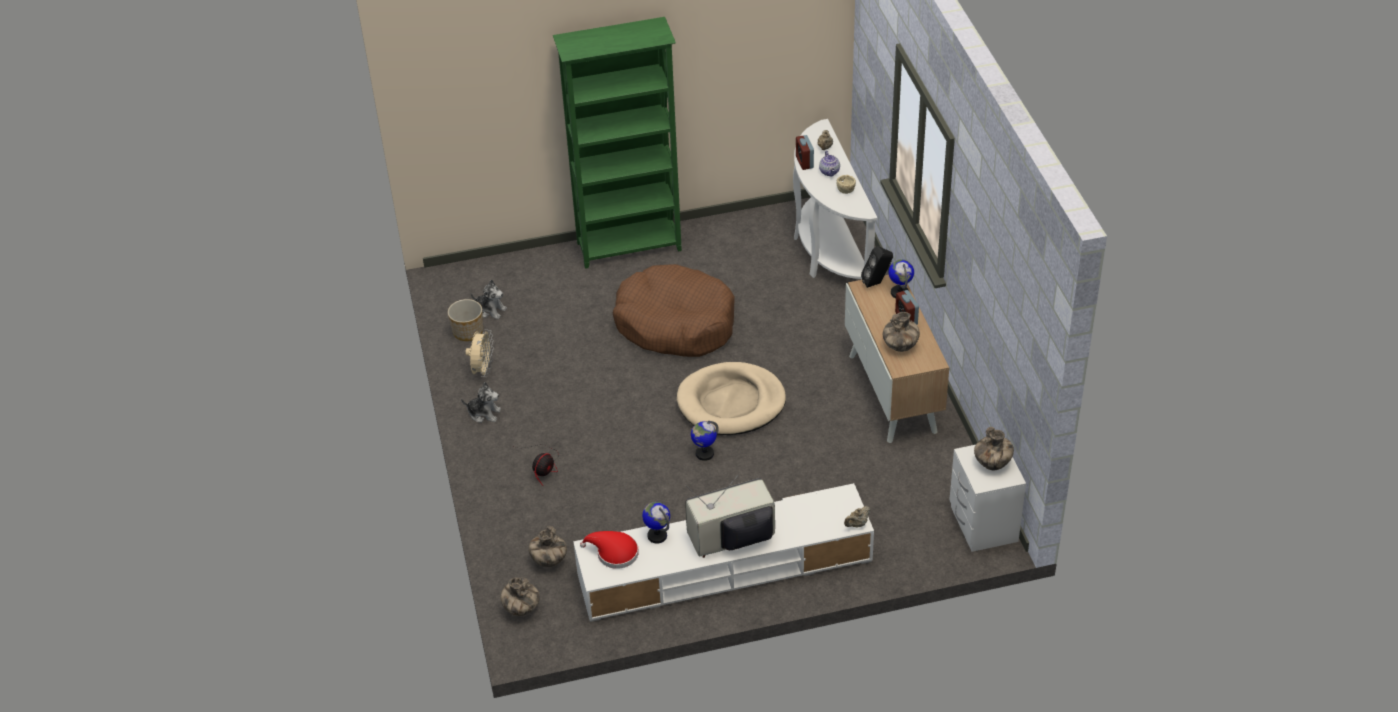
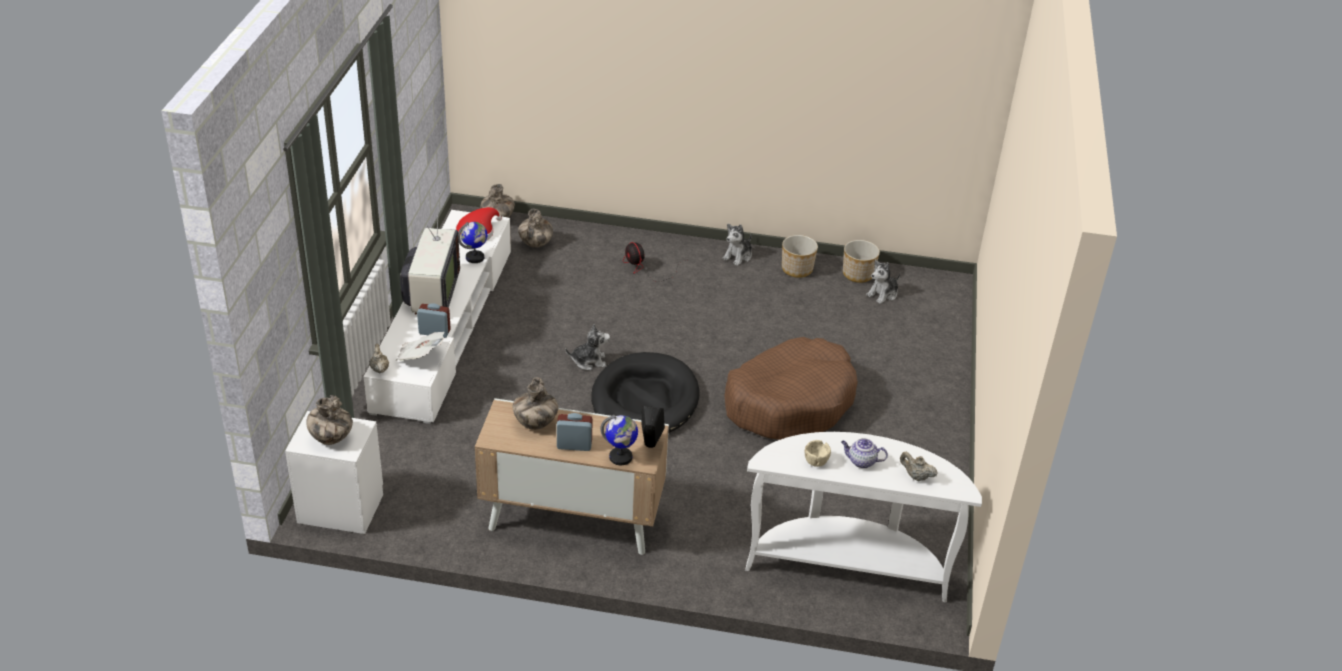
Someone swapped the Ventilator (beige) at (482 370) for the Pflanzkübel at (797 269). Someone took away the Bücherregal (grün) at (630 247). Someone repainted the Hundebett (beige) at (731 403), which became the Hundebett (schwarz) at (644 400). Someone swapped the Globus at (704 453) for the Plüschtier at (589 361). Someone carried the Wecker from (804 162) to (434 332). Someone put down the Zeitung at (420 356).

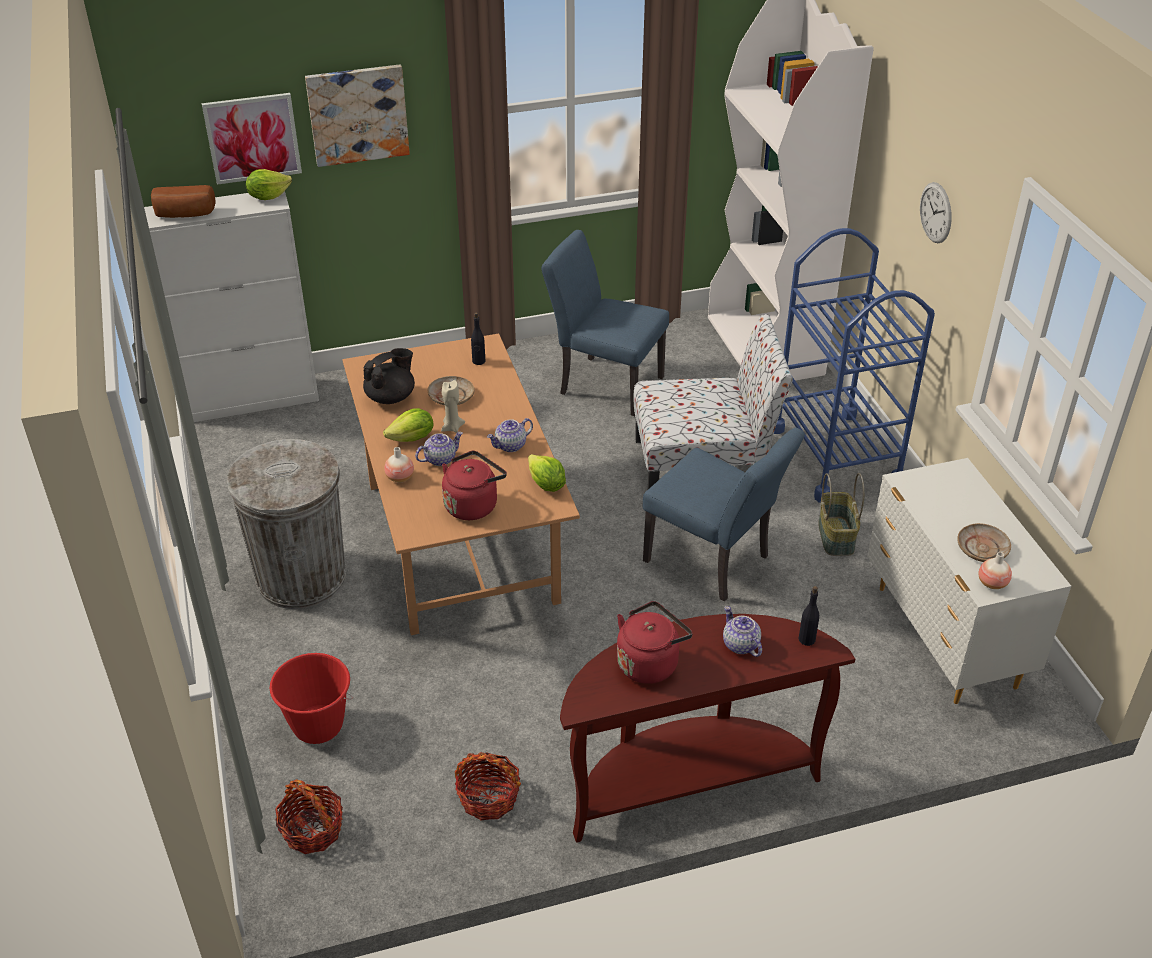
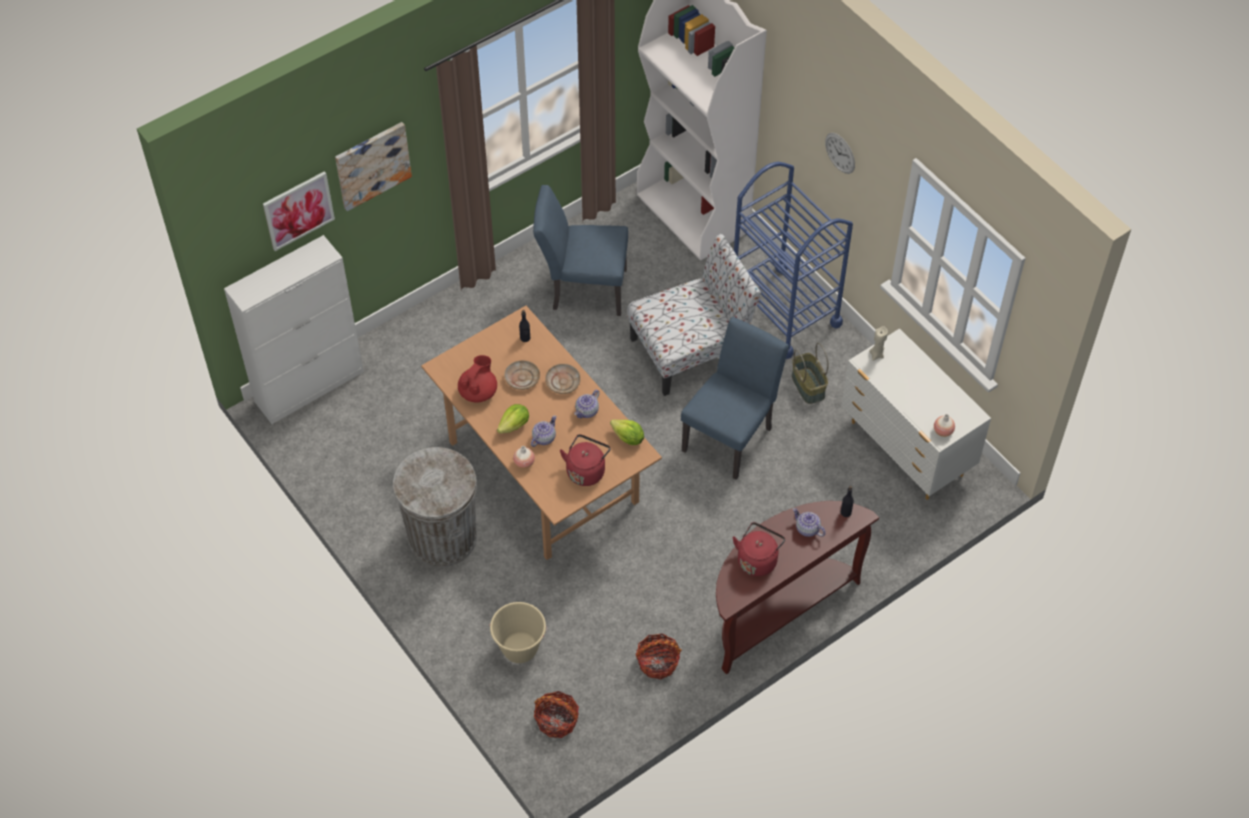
Someone took away the Brot at (184 214). Someone took away the Salatkopf at (268 196). Someone repainted the Eimer (rot) at (317 726), which became the Eimer (beige) at (519 648). Someone repainted the Teekanne (schwarz) at (391 397), which became the Teekanne (rot) at (478 391). Someone carried the Kerze (beige) from (452 427) to (876 354). Someone rotated the Stuhl (blau) at (714 563) by 75 degrees counterclockwise. Someone carried the Teller (beige) from (982 549) to (563 382).

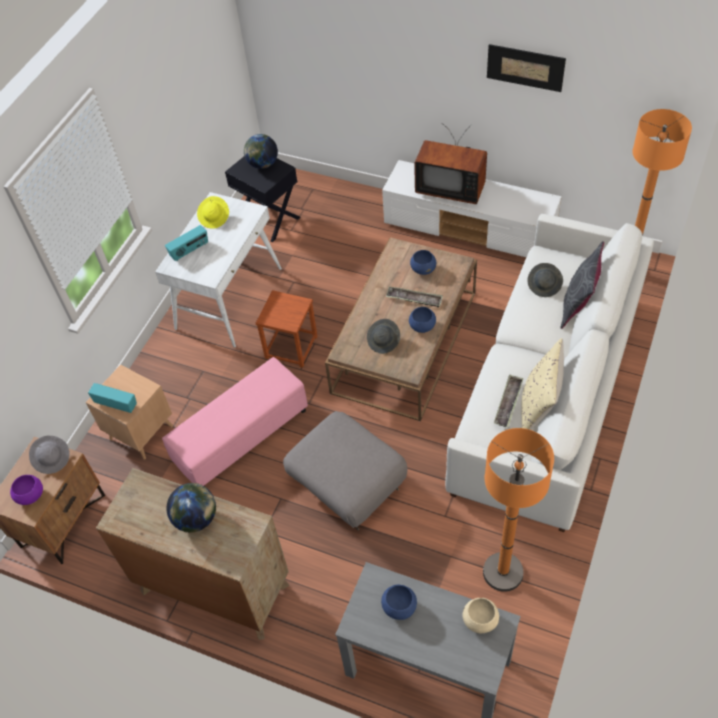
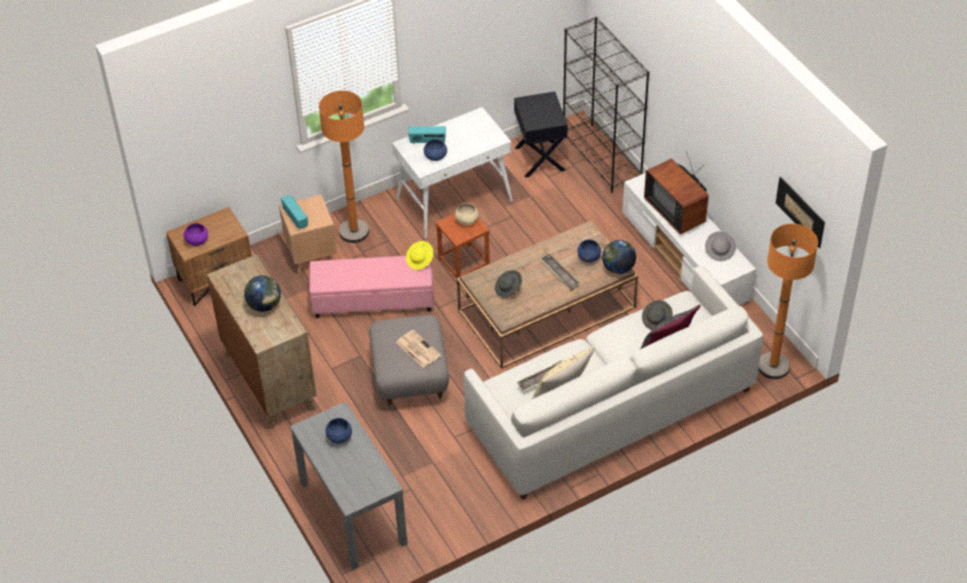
Someone carried the Hut (grau) from (52 459) to (720 251). Someone carried the Hut (gelb) from (214 218) to (420 260). Someone carried the Globus from (263 164) to (618 268). Someone carried the Schüssel (blau) from (422 326) to (435 156). Someone carried the Schüssel (beige) from (480 621) to (466 221). Someone carried the Stehlampe (orange) from (503 572) to (354 232). Someone carried the Bild from (525 67) to (800 212). Someone put down the Zeitung at (417 349). Someone put down the Bücherregal (schwarz) at (602 158).

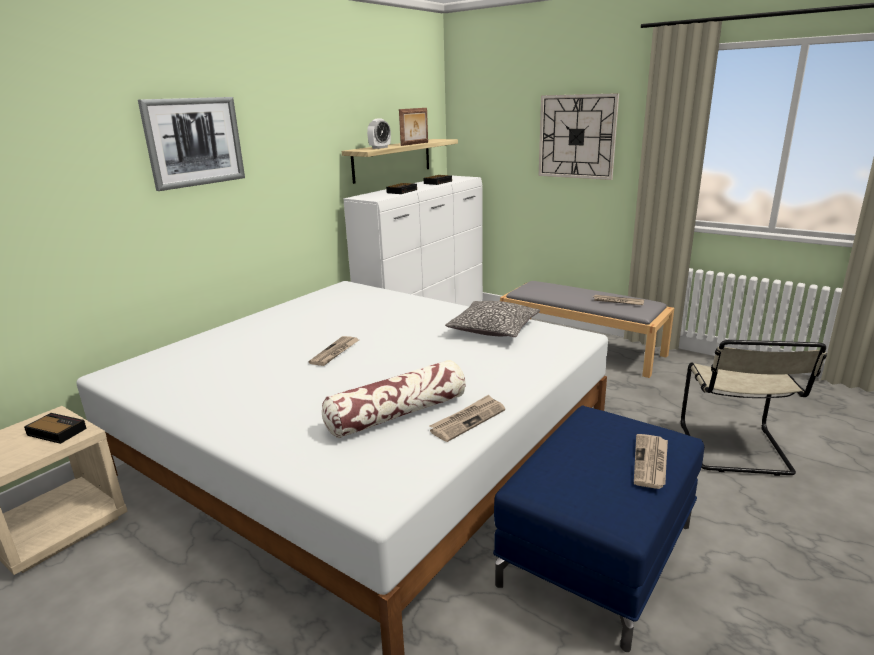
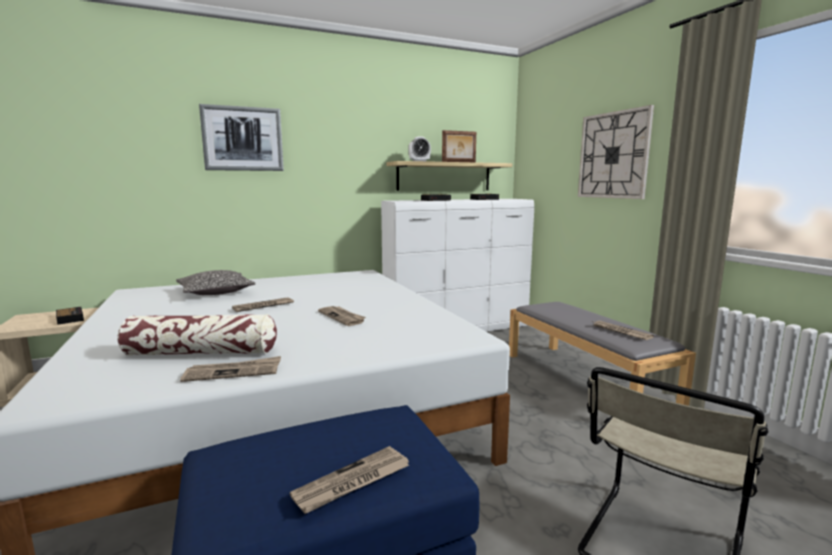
Someone carried the Kissen from (493 329) to (215 292). Someone put down the Zeitung at (342 317).

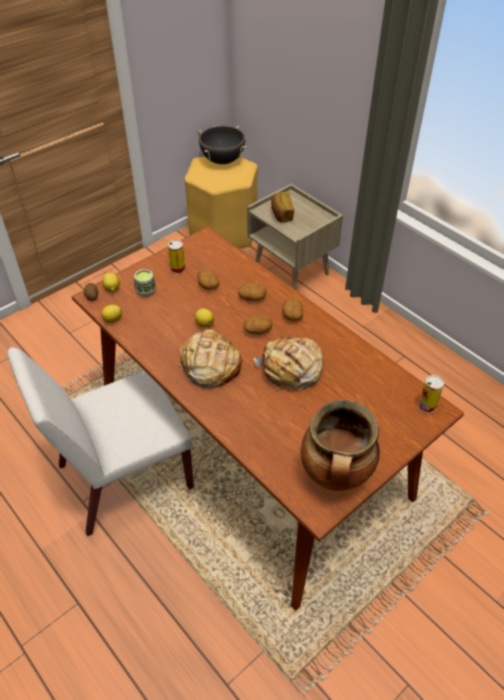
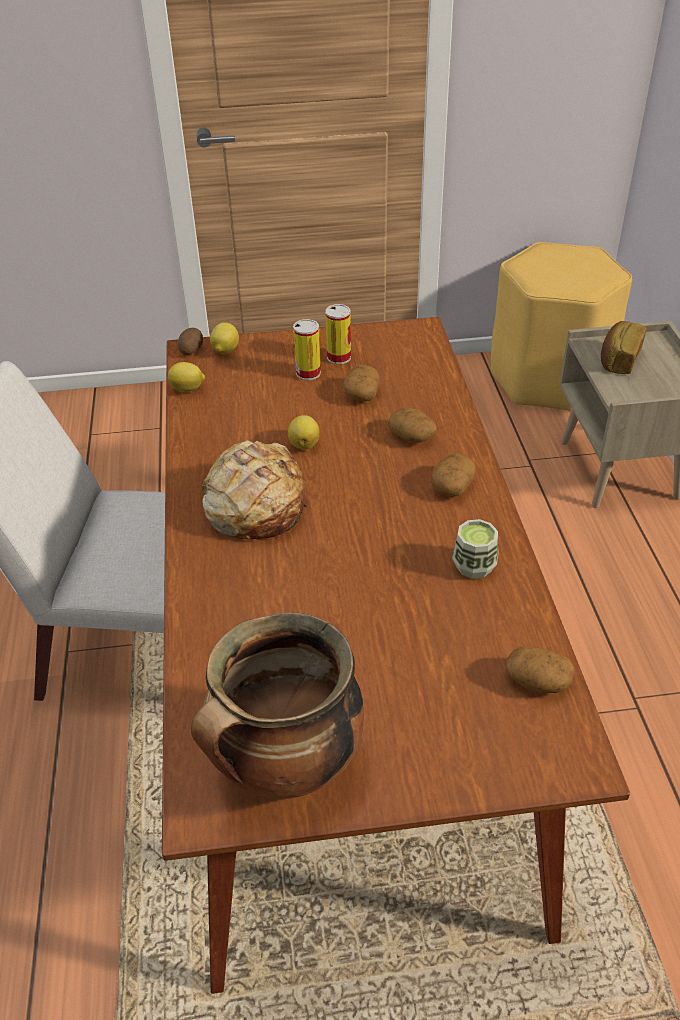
Someone carried the Tasse from (146 291) to (474 566). Someone took away the Kochtopf (schwarz) at (223 161). Someone carried the Kartoffel from (257 330) to (537 681). Someone took away the Brot at (291 370). Someone carried the Dose from (427 406) to (308 373).

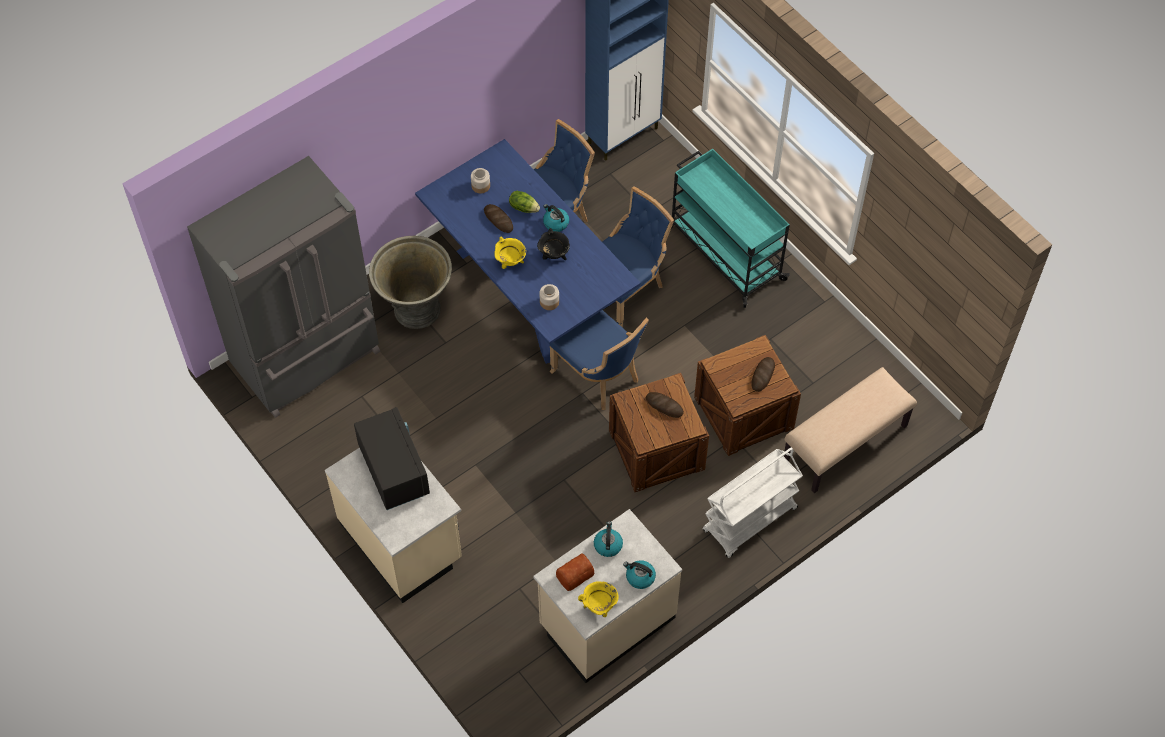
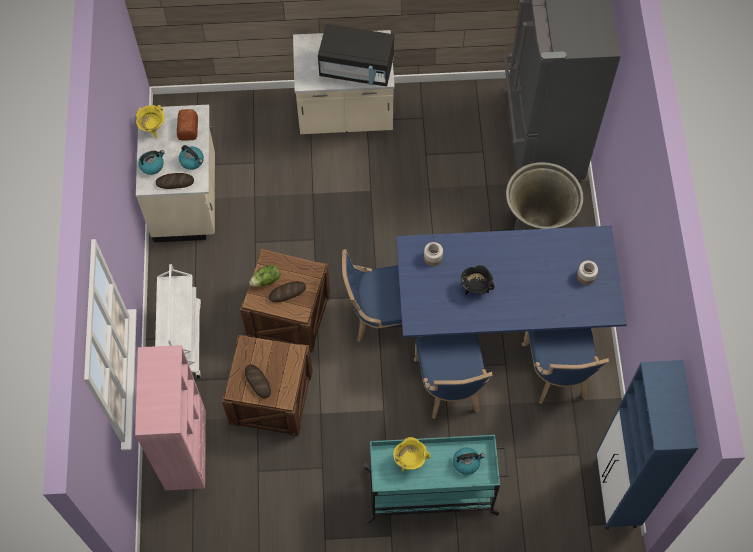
Someone carried the Brot from (498 220) to (175 182). Someone carried the Kochtopf (gelb) from (510 262) to (410 460). Someone carried the Salatkopf from (524 207) to (266 280). Someone carried the Wasserkessel from (555 223) to (466 462). Someone swapped the Bank (beige) at (845 444) for the Bücherregal (rosa) at (187 455).

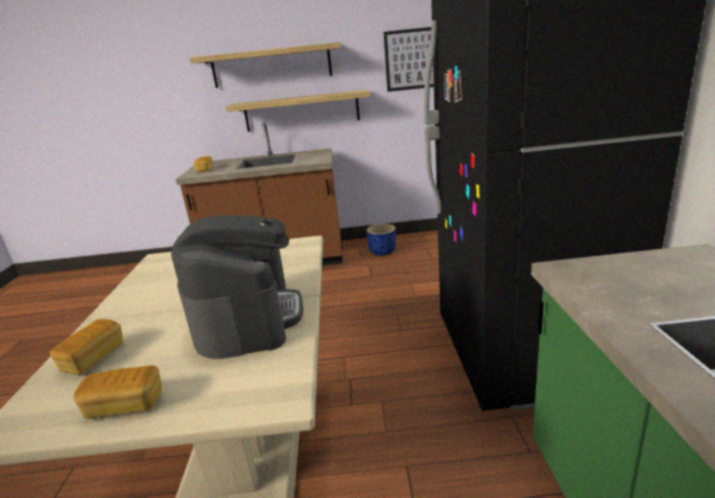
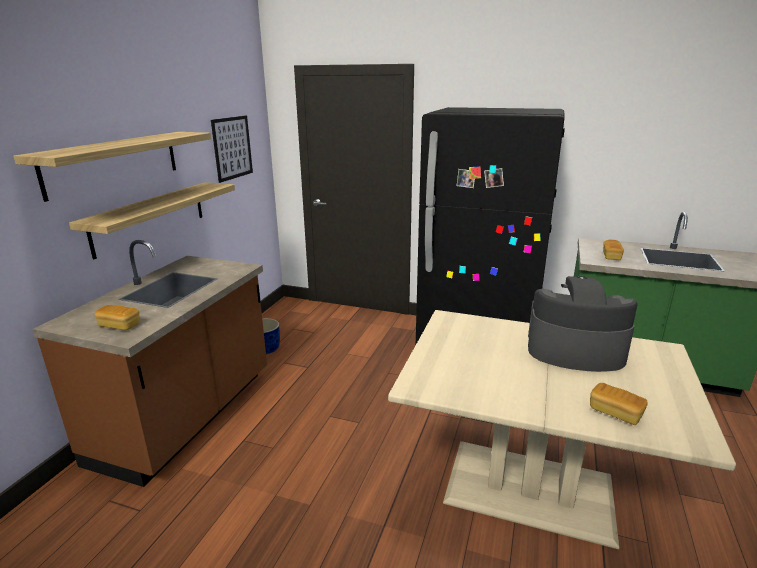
Someone carried the Brot from (125 405) to (611 256).

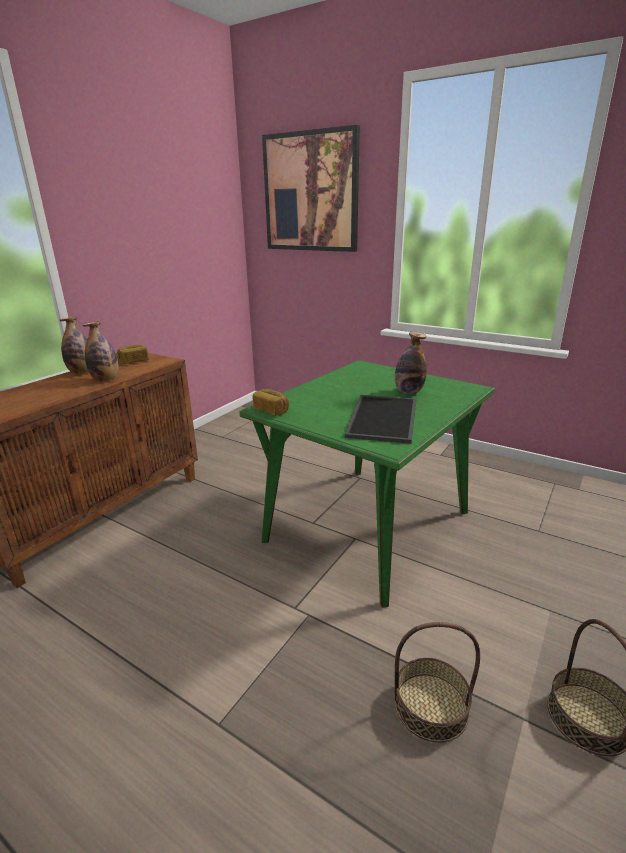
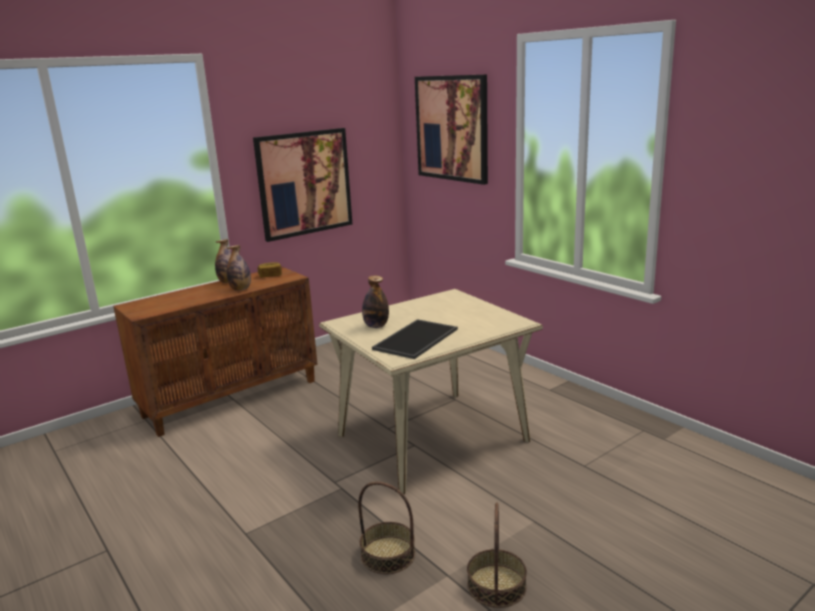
Someone repainted the Esstisch (grün) at (368 525), which became the Esstisch (beige) at (433 437). Someone took away the Brot at (271 410). Someone carried the Flasche from (408 392) to (376 326). Someone put up the Bild at (304 183).

